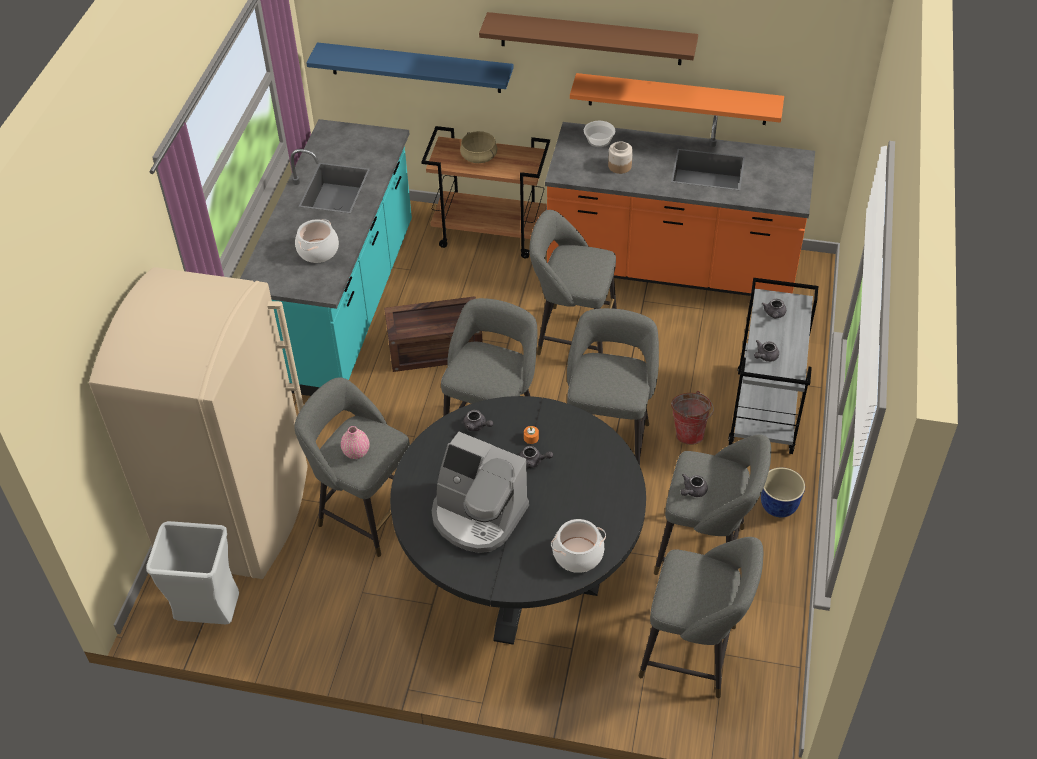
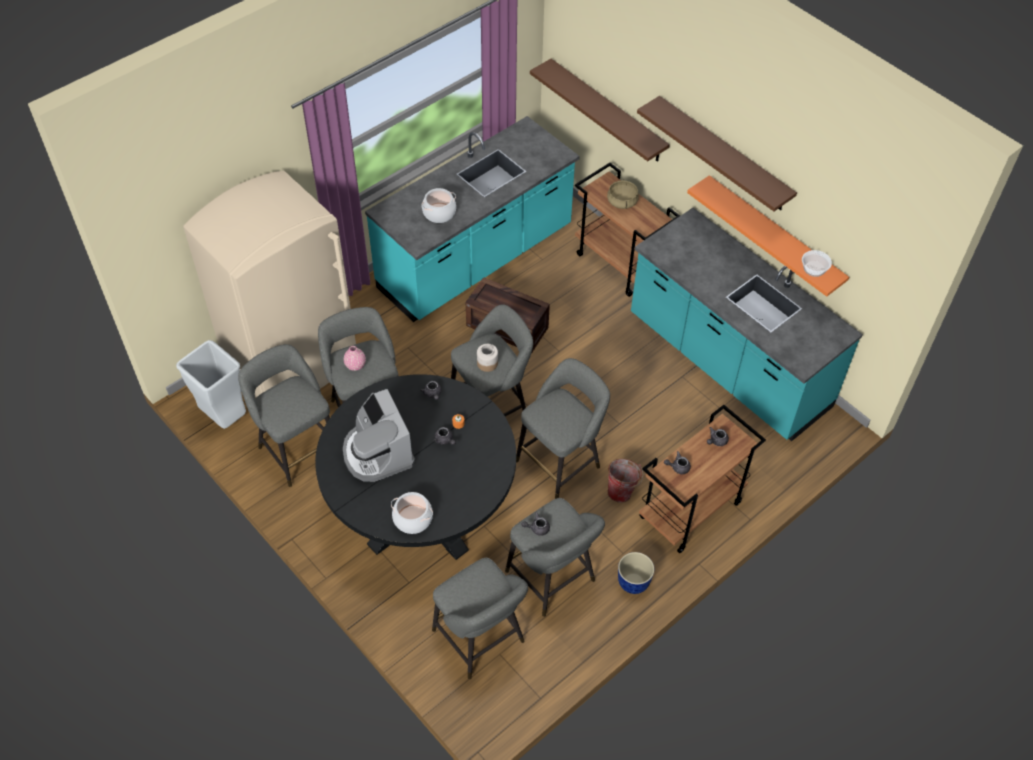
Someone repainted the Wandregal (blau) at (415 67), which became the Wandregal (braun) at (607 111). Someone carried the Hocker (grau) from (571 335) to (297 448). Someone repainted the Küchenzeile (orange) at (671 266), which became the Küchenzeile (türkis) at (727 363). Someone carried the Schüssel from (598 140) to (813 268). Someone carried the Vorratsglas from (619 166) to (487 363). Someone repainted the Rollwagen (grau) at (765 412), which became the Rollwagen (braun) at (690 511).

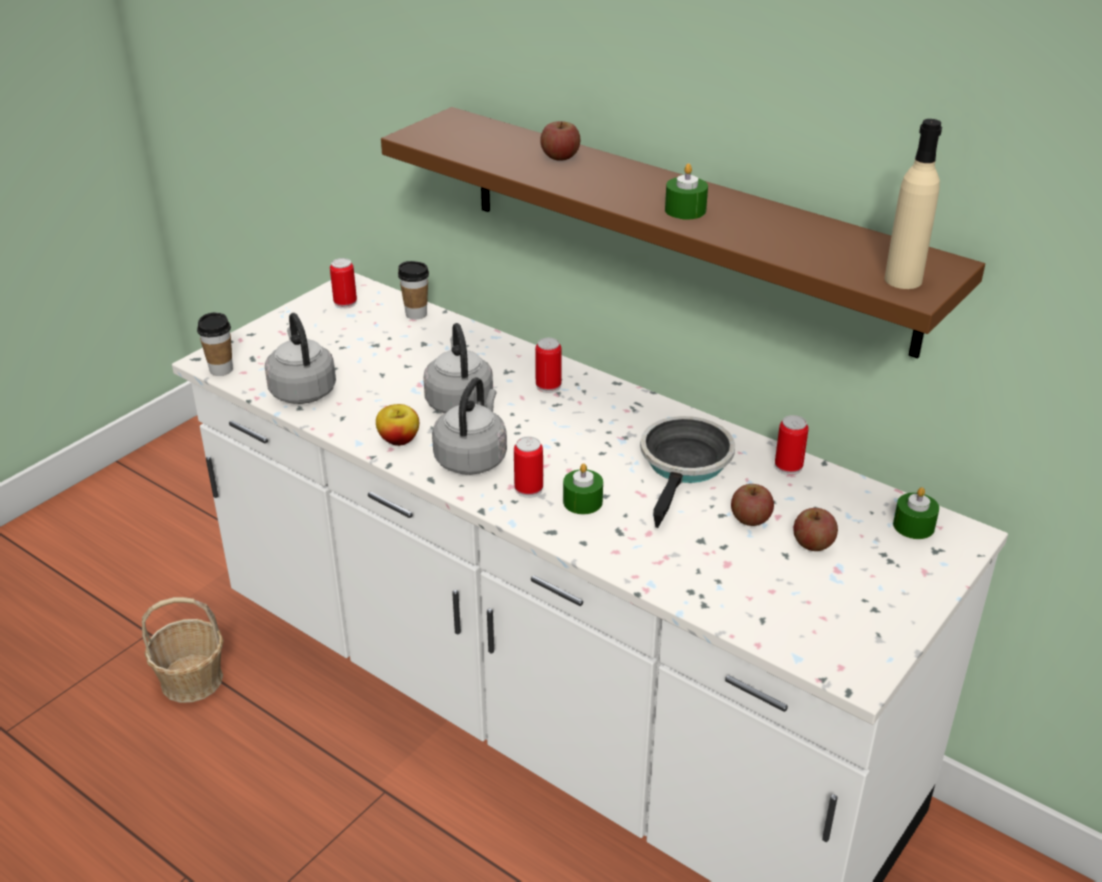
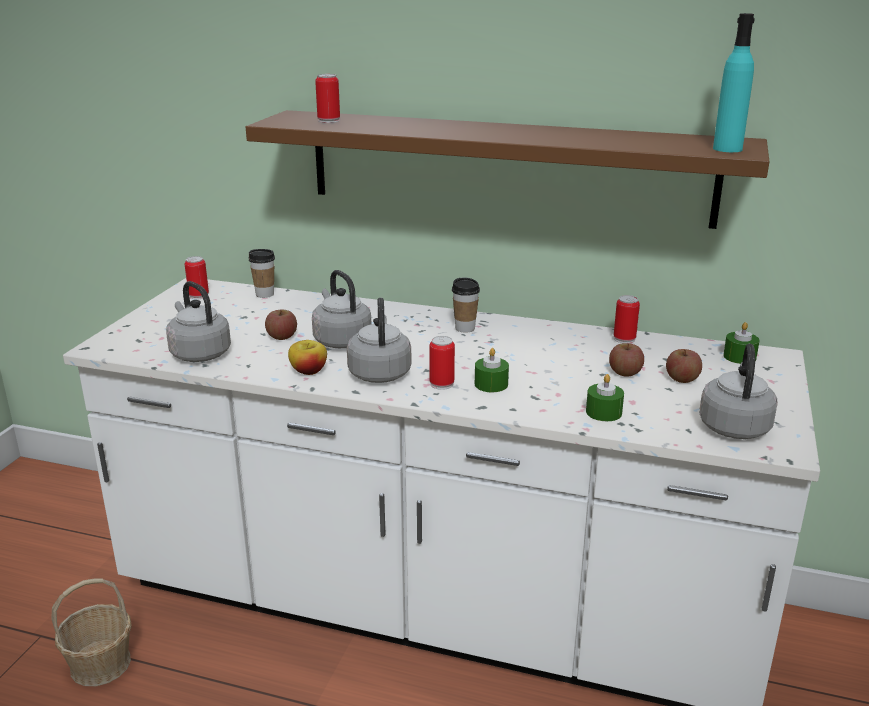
Someone carried the Tasse from (221 370) to (465 328). Someone carried the Dose from (548 386) to (328 120). Someone carried the Apfel from (560 156) to (282 336). Someone took away the Pfanne at (685 466). Someone carried the Kerze (grün) from (685 210) to (603 412). Someone repainted the Flasche (beige) at (903 280), which became the Flasche (türkis) at (727 149). Someone put down the Wasserkessel (grau) at (734 426).

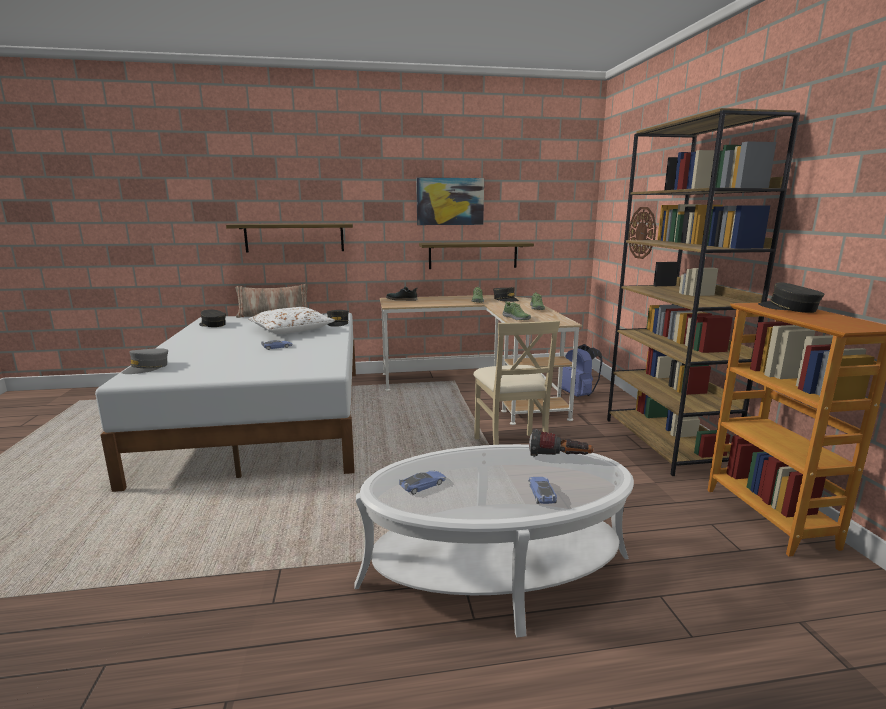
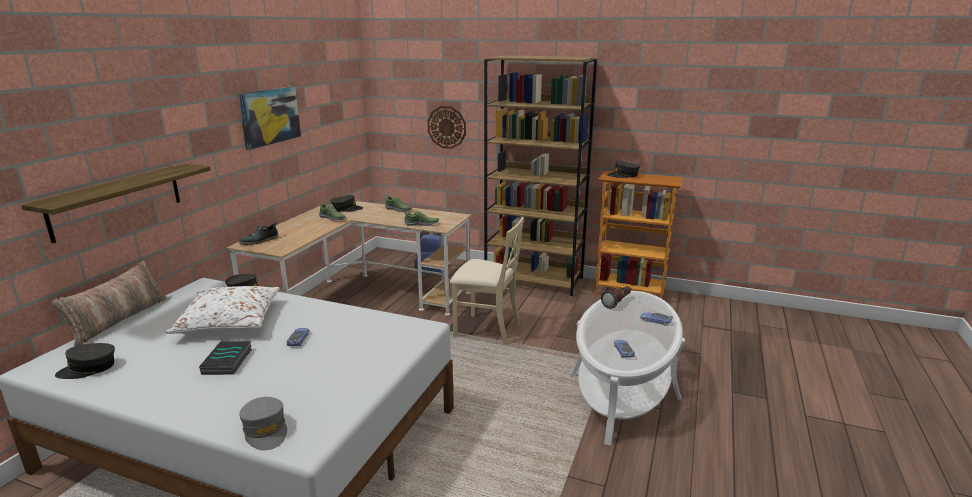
Someone took away the Wandregal at (473 255). Someone put down the Buch at (228 362).

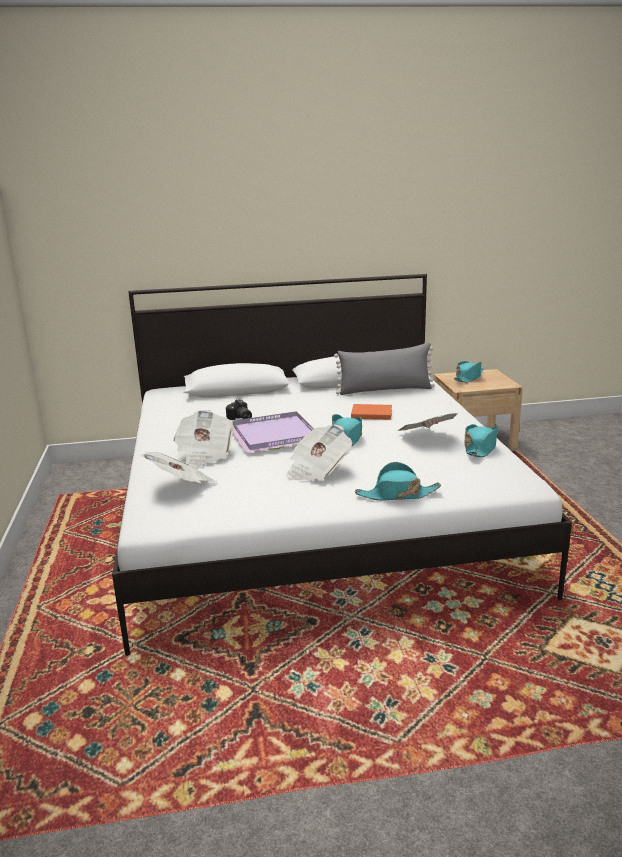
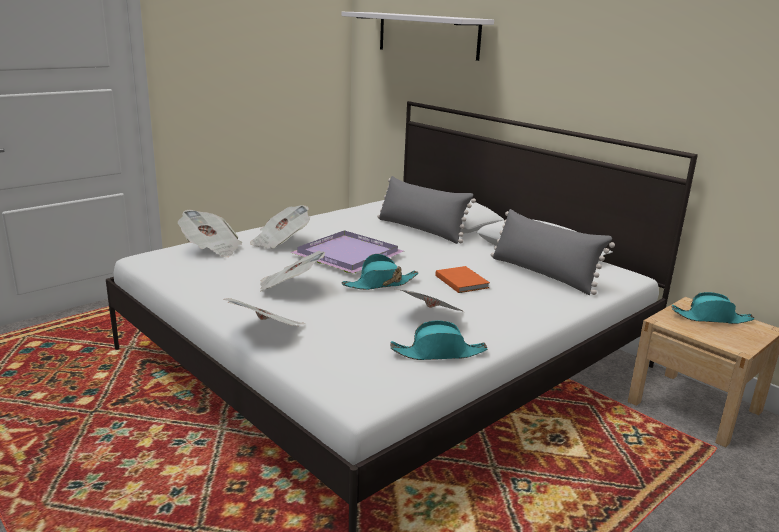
Someone took away the Kamera at (240 418). Someone swapped the Hut (türkis) at (397 494) for the Zeitung at (266 332). Someone put up the Wandregal (weiß) at (427 35). Someone put down the Kissen (grau) at (421 230).

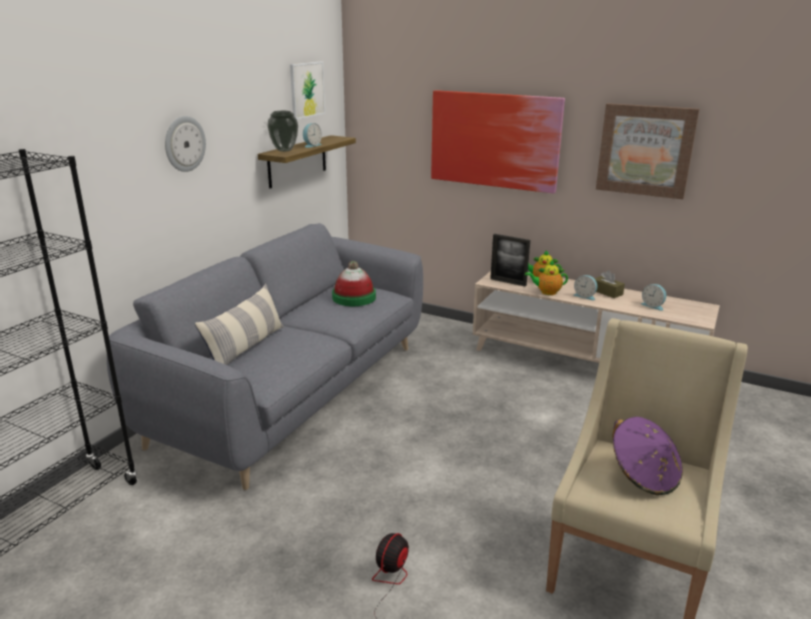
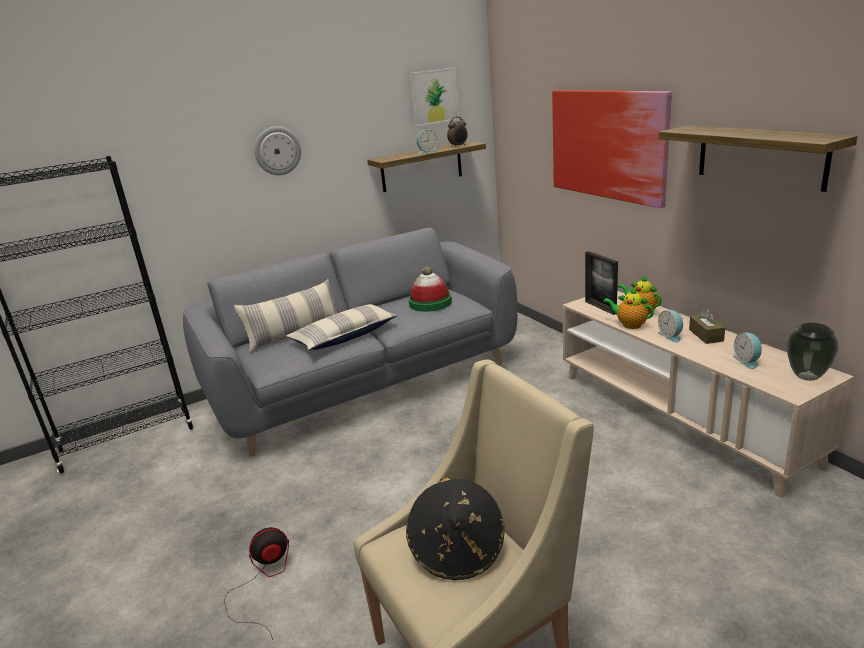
Someone carried the Vase from (284 150) to (806 376). Someone swapped the Bild at (645 150) for the Wandregal at (760 156). Someone repainted the Hut (lila) at (643 475), which became the Hut (schwarz) at (458 551). Someone put down the Kissen at (344 336). Someone put down the Wecker at (458 146).

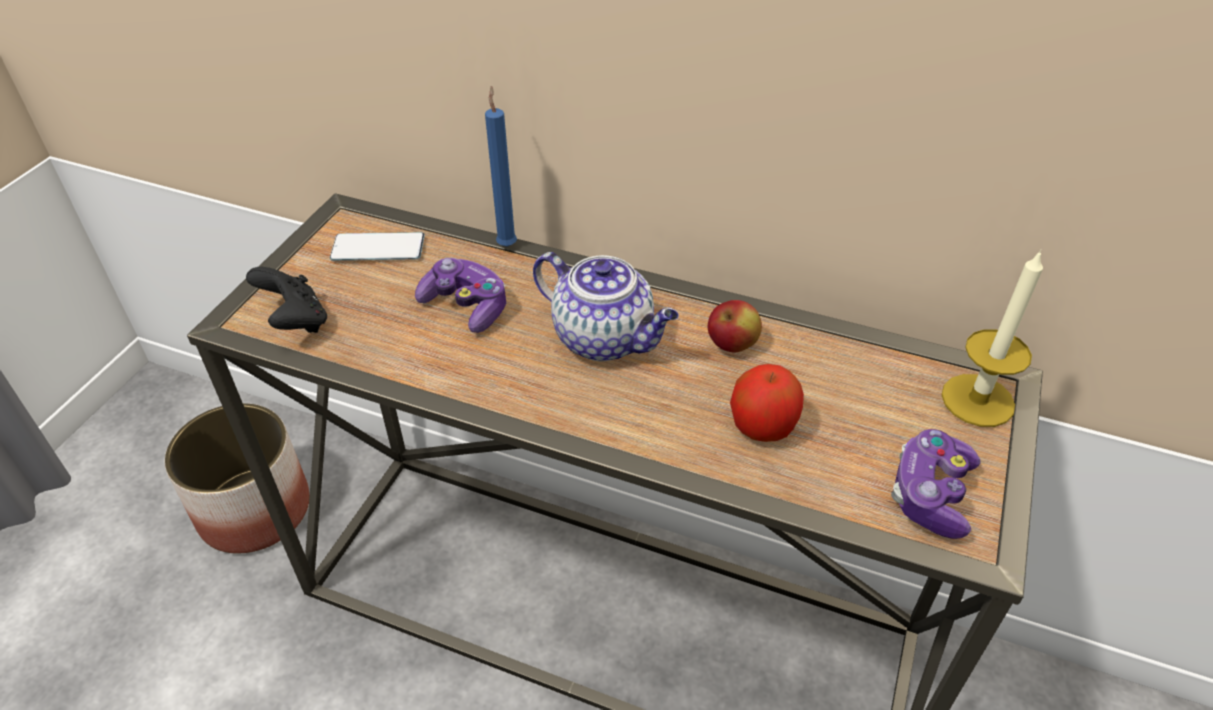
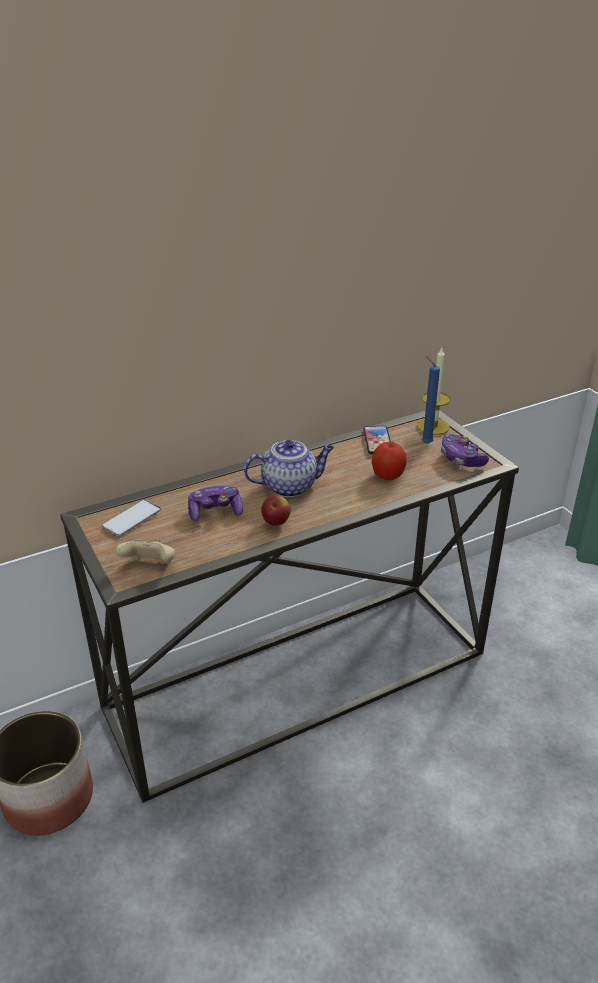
Someone repainted the Gamepad (schwarz) at (296 322), which became the Gamepad (beige) at (150 566). Someone carried the Kerze (blau) from (507 244) to (425 443). Someone carried the Apfel from (732 345) to (276 522). Someone put down the Handy at (377 441).

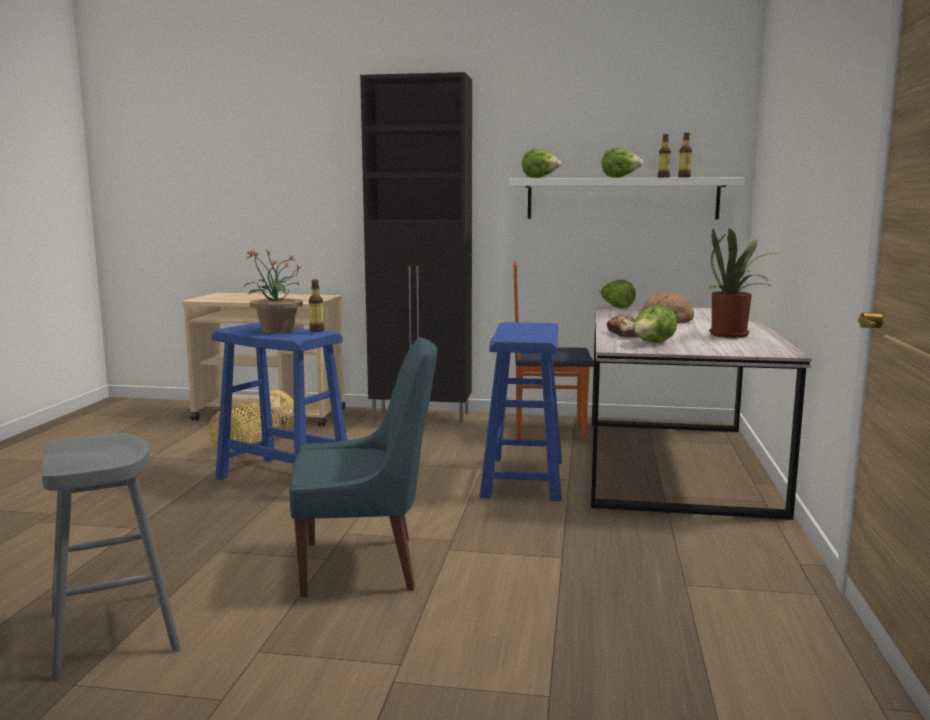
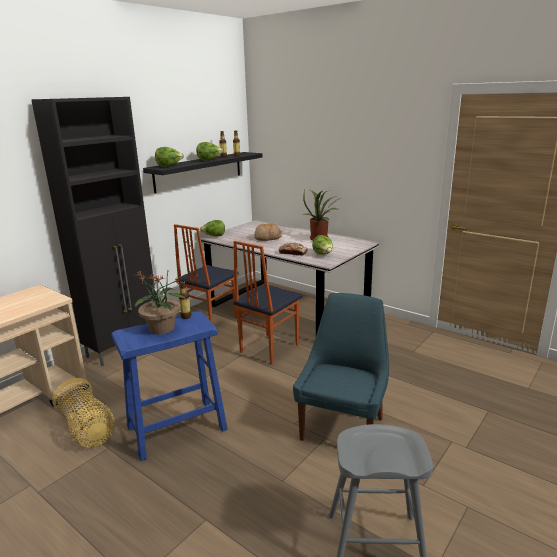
Someone swapped the Hocker (blau) at (523 478) for the Stuhl at (268 348). Someone repainted the Wandregal (weiß) at (622 199), which became the Wandregal (schwarz) at (199 171).

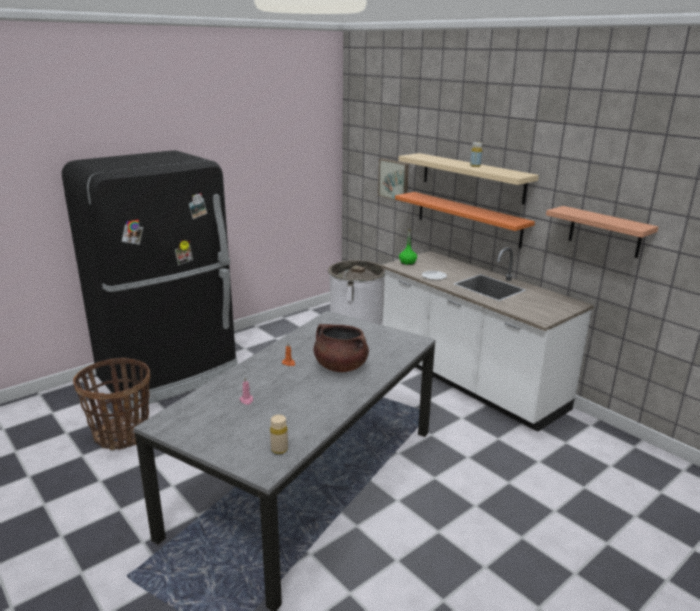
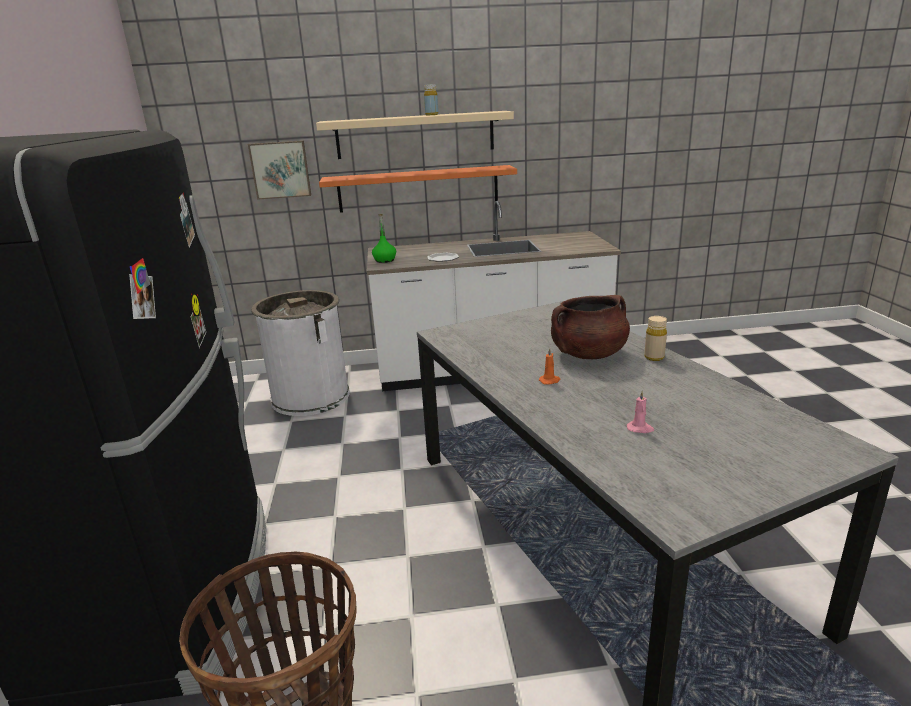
Someone carried the Flasche (beige) from (279 449) to (654 357). Someone took away the Wandregal at (605 232).

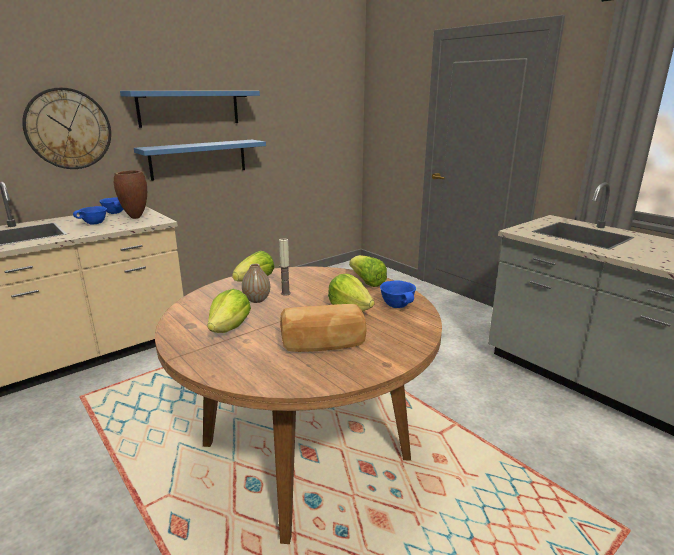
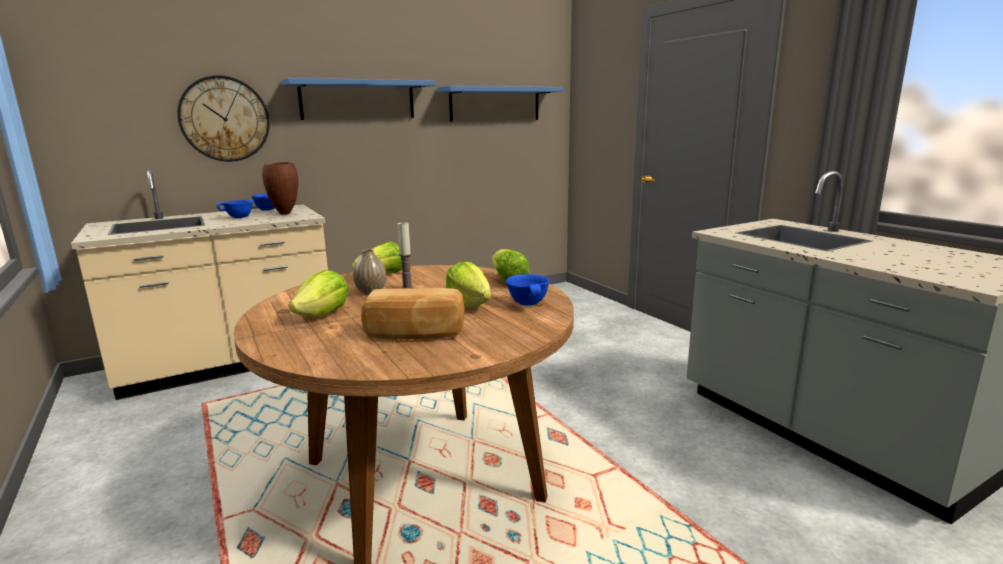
Someone carried the Wandregal (blau) from (199 159) to (495 104).

